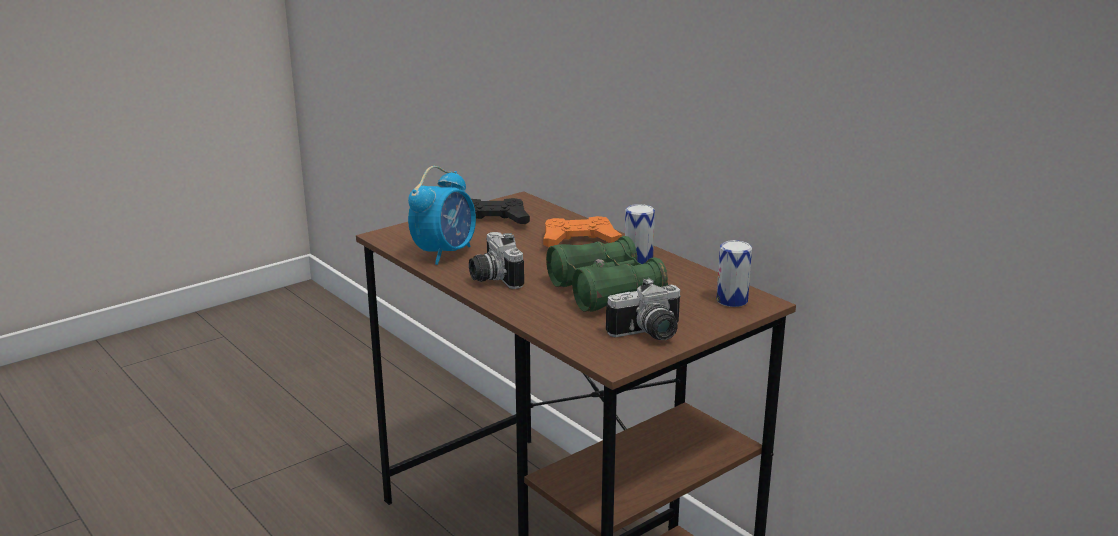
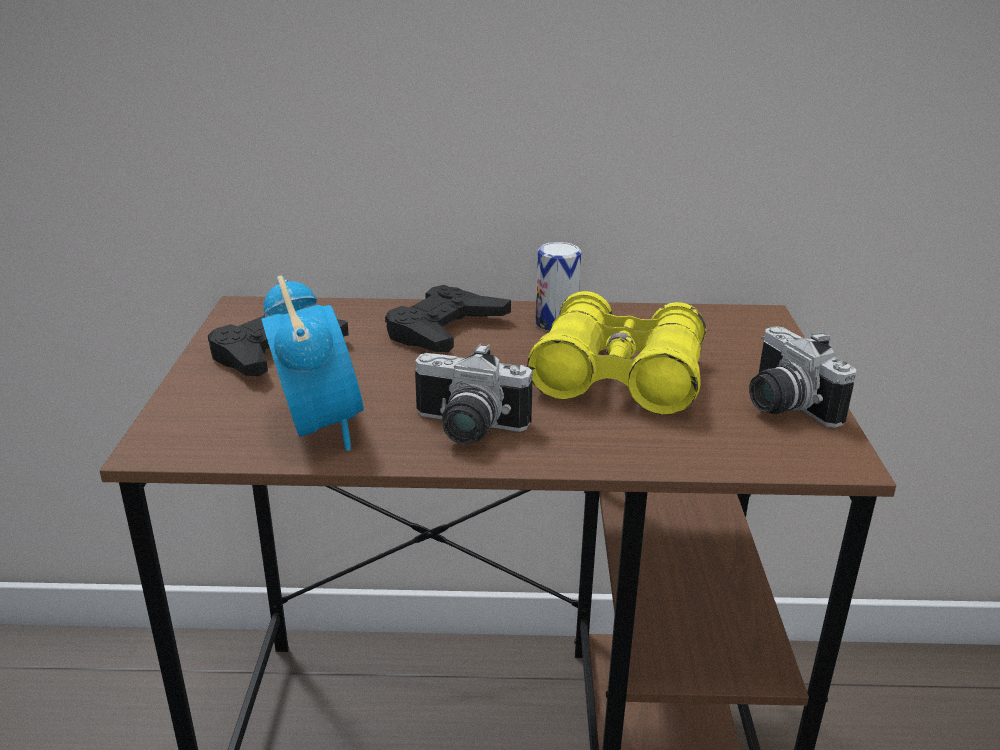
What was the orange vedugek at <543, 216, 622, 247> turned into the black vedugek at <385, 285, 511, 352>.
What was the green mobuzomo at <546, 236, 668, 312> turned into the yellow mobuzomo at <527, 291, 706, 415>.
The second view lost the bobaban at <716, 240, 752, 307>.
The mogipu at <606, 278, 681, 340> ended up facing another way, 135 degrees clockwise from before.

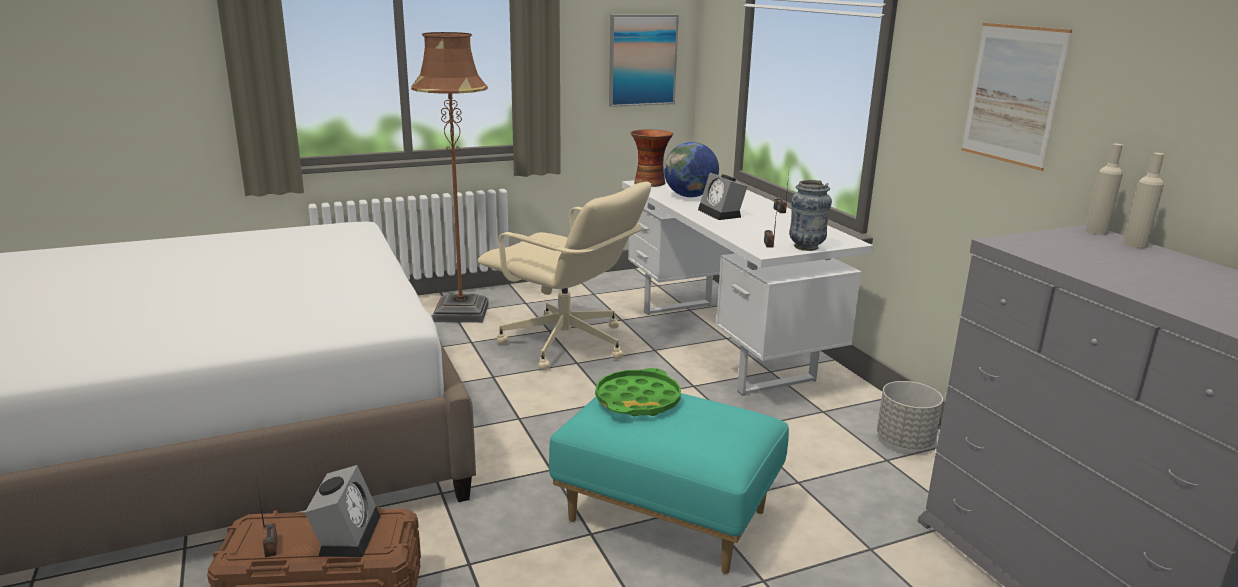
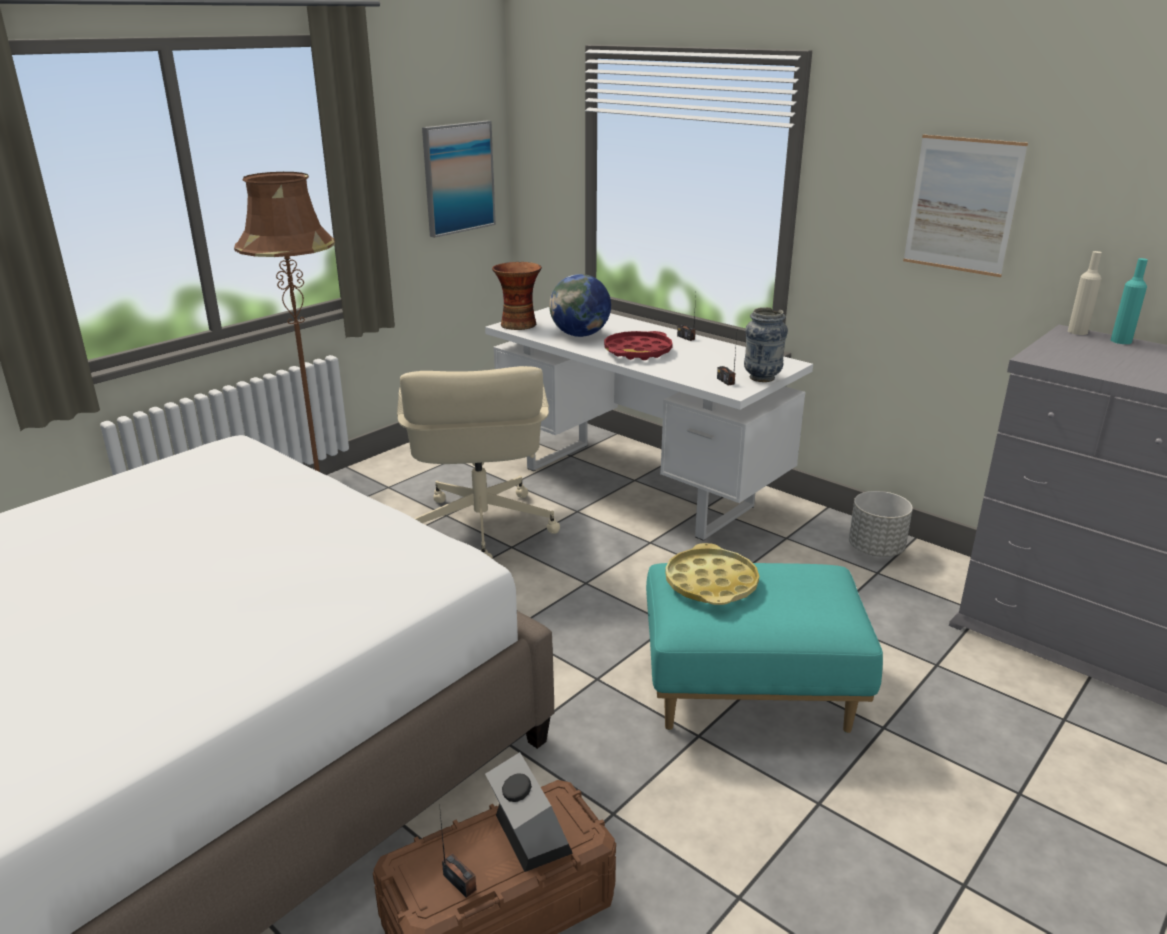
What was the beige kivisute at <1124, 153, 1164, 248> turned into the turquoise kivisute at <1111, 258, 1148, 344>.
Where the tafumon stood at <698, 173, 747, 220>, the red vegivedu came to stand at <604, 331, 673, 360>.
The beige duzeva at <478, 182, 651, 370> ended up facing another way, 75 degrees clockwise from before.
What was the green vegivedu at <595, 368, 681, 416> turned into the yellow vegivedu at <665, 543, 759, 605>.

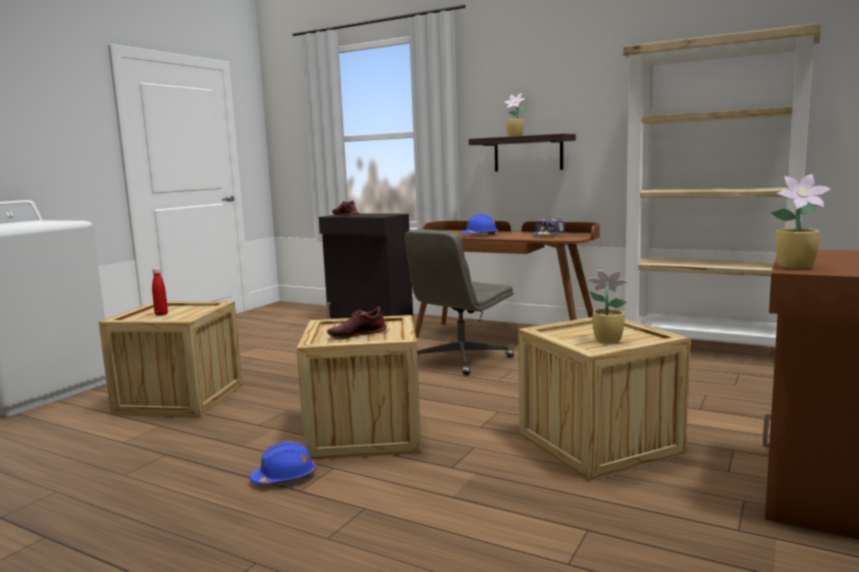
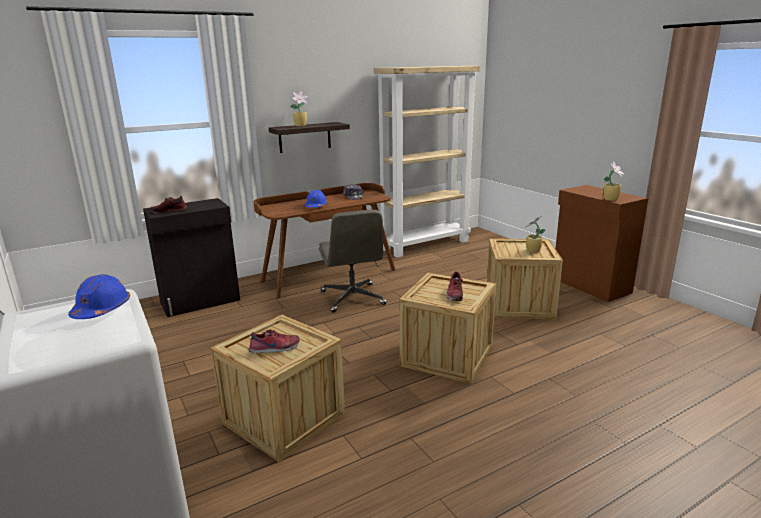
Where the red kivisute stood at <152, 268, 168, 316>, the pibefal came to stand at <248, 330, 300, 354>.
The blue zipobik ended up elsewhere, having gone from <249, 441, 316, 484> to <68, 274, 130, 319>.

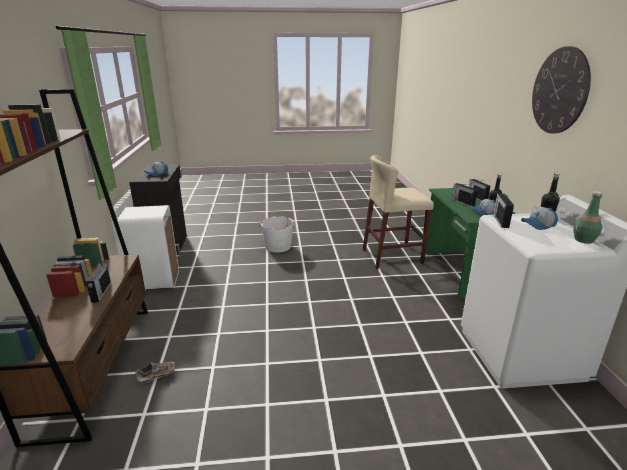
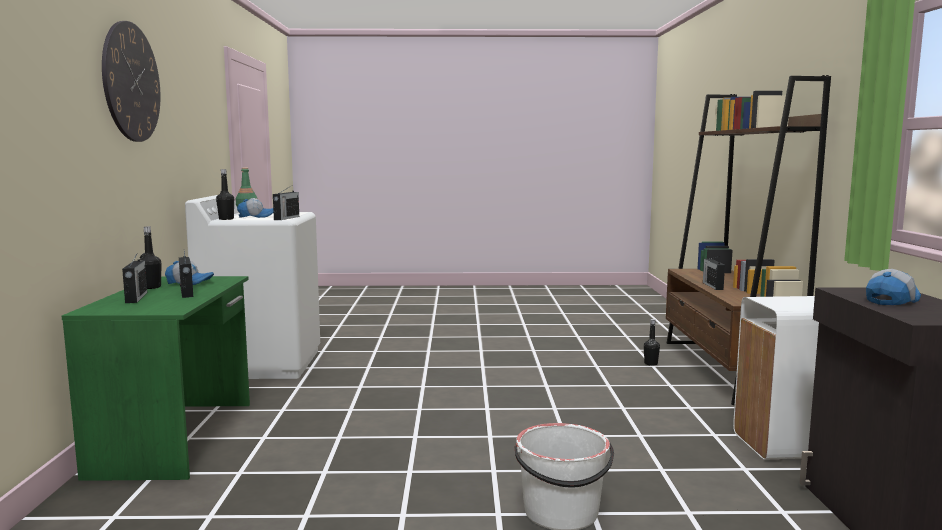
The second view lost the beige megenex at <363, 155, 434, 269>.
Where the pibefal stood at <135, 362, 176, 383>, the black kivisute came to stand at <644, 319, 660, 366>.

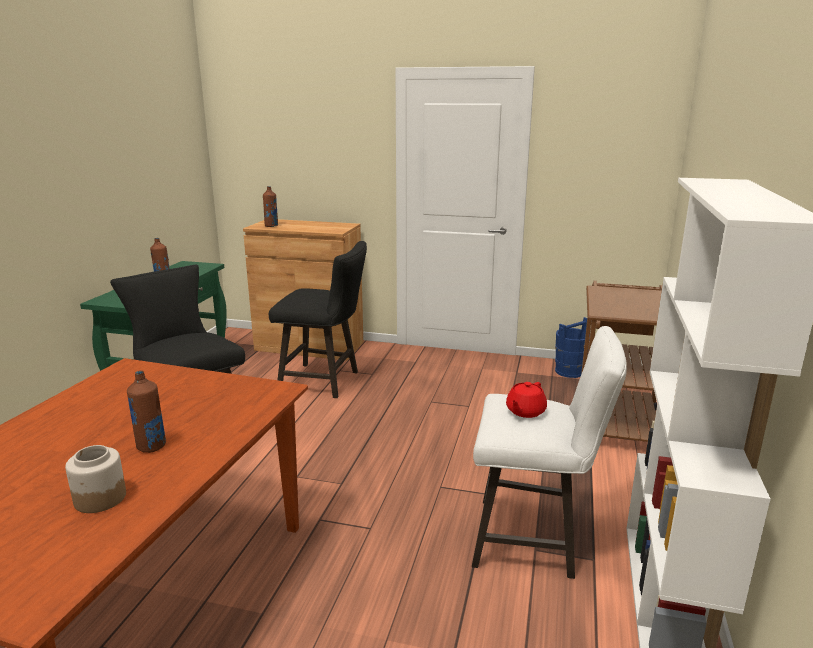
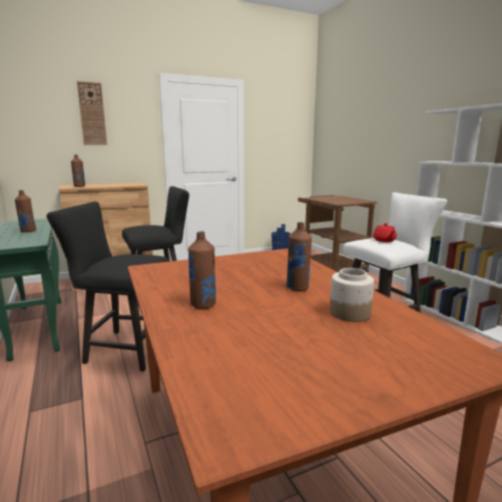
The second view gained the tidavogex at <77, 81, 107, 145>.
The second view gained the brown kivisute at <188, 231, 216, 309>.

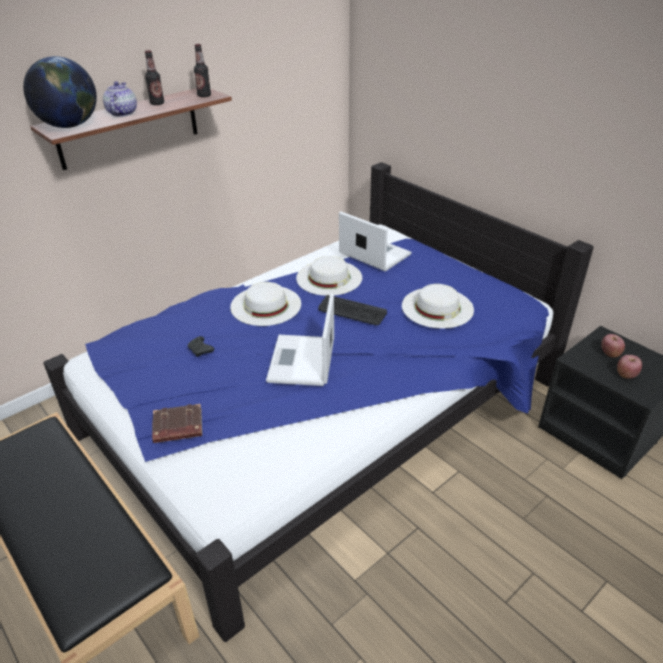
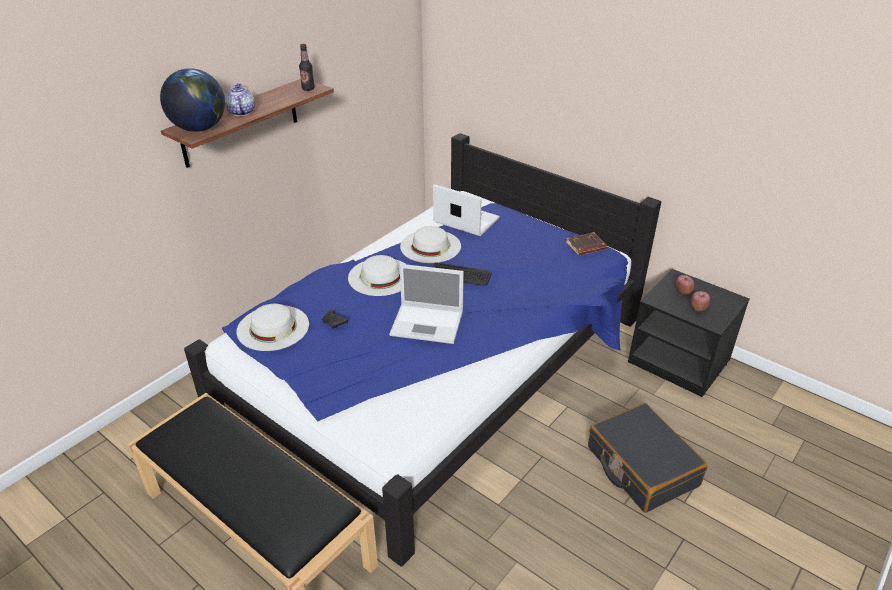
The second view lost the kivisute at <145, 50, 164, 105>.
The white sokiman ended up elsewhere, having gone from <402, 284, 474, 329> to <237, 304, 309, 351>.
The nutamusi at <266, 293, 334, 386> ended up facing another way, 75 degrees counterclockwise from before.
The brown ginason ended up elsewhere, having gone from <152, 404, 202, 443> to <566, 232, 607, 256>.
The second view gained the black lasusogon at <588, 403, 708, 513>.

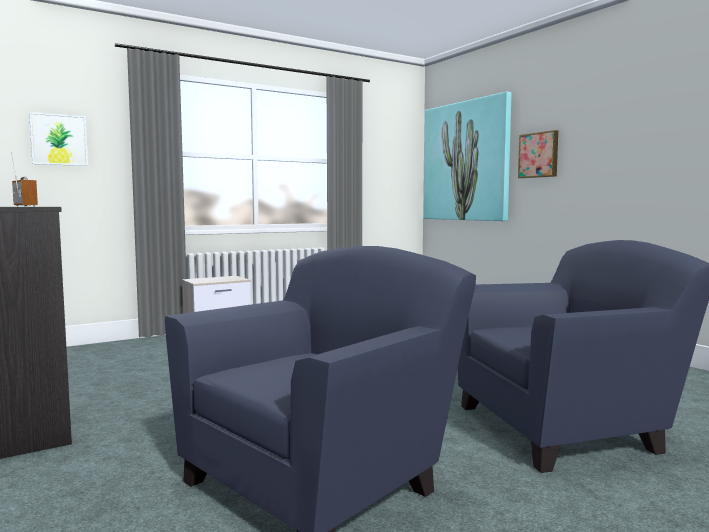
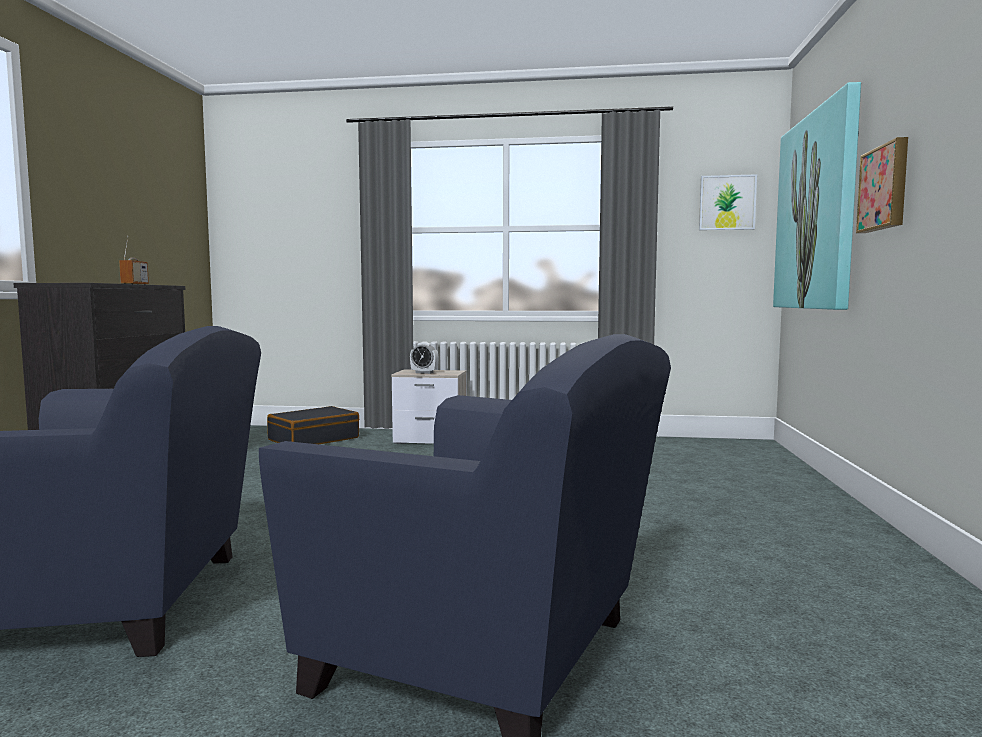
The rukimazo ended up elsewhere, having gone from <29, 112, 88, 166> to <699, 174, 757, 230>.
The second view gained the tafumon at <410, 342, 439, 374>.
The second view gained the black lasusogon at <267, 406, 359, 444>.

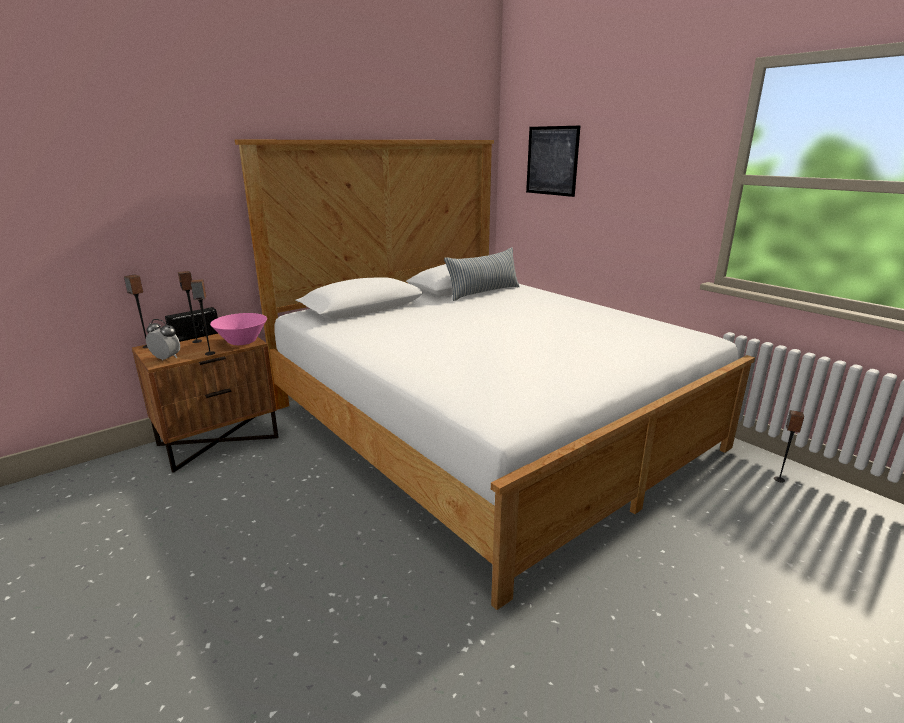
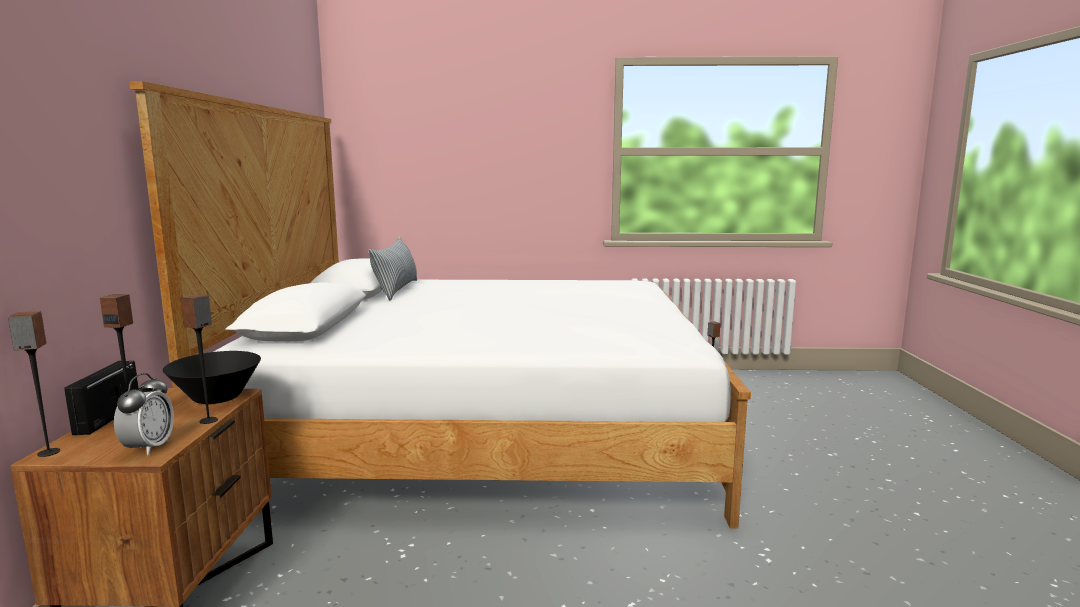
The second view lost the rukimazo at <526, 126, 580, 197>.
What was the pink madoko at <210, 313, 267, 345> turned into the black madoko at <163, 351, 261, 404>.
The tafumon at <146, 319, 180, 360> ended up facing another way, 120 degrees clockwise from before.

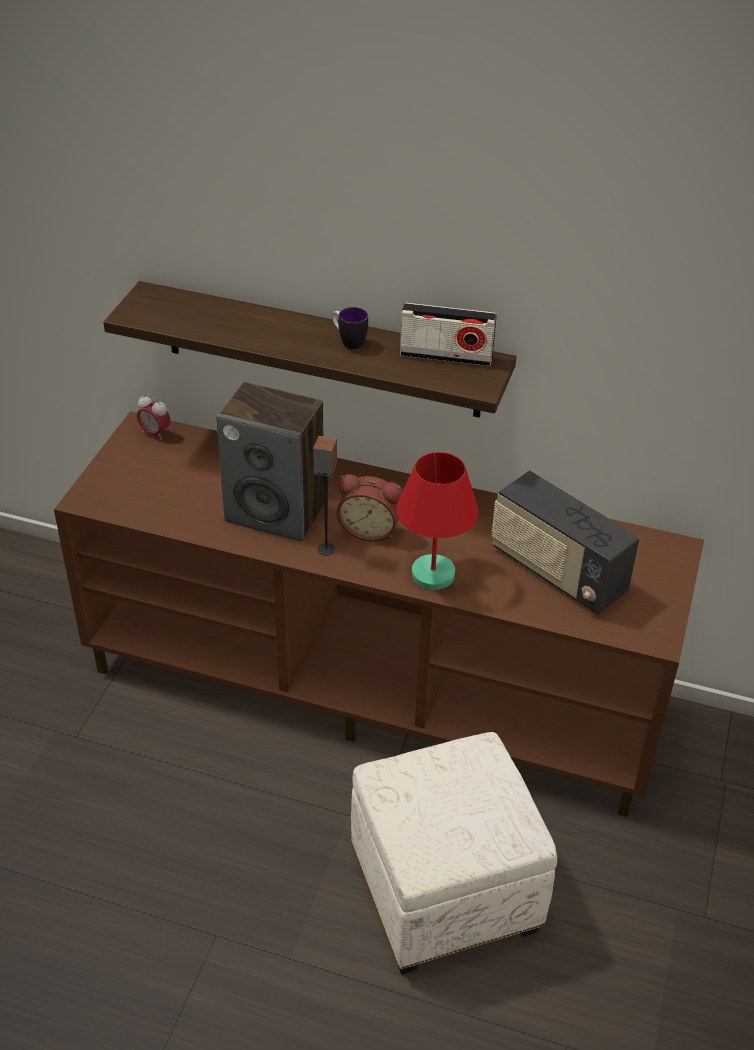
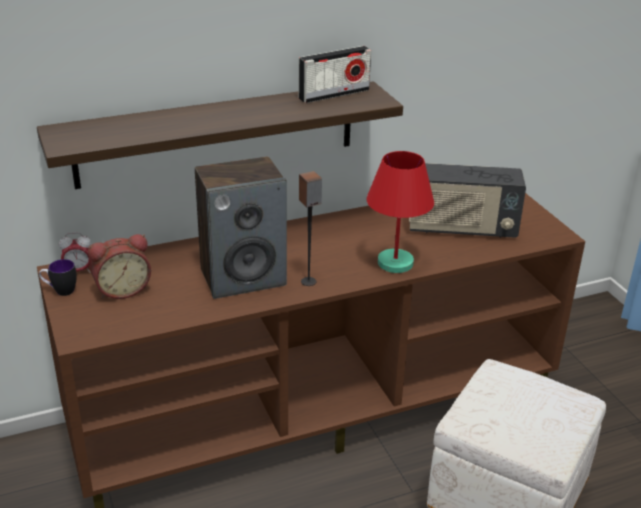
The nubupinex ended up elsewhere, having gone from <332, 307, 368, 349> to <39, 259, 77, 296>.
The tafumon ended up elsewhere, having gone from <337, 474, 402, 542> to <88, 234, 151, 299>.

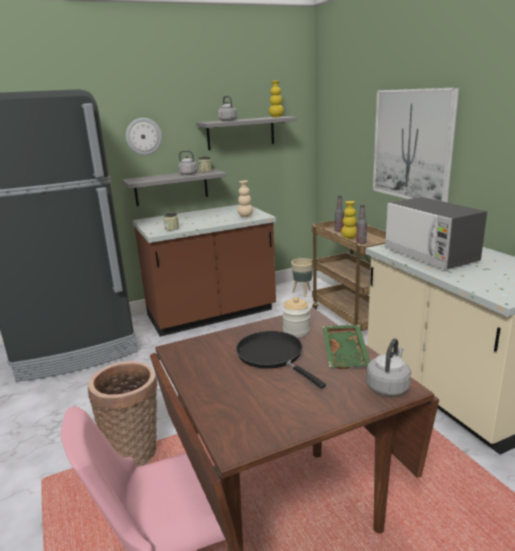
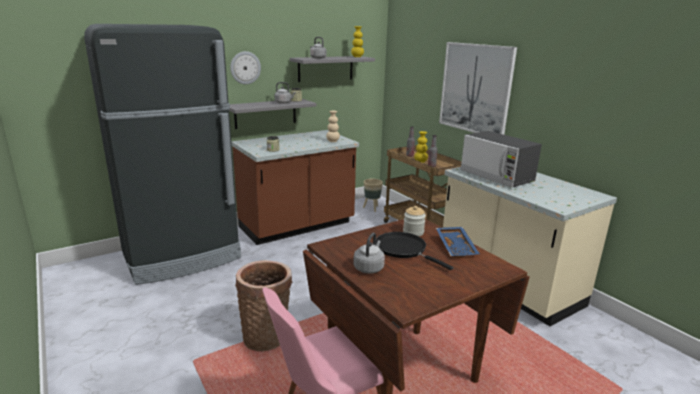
What was the green vegivedu at <322, 325, 370, 369> turned into the blue vegivedu at <436, 227, 480, 258>.
The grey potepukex ended up elsewhere, having gone from <366, 338, 411, 396> to <353, 233, 385, 274>.

